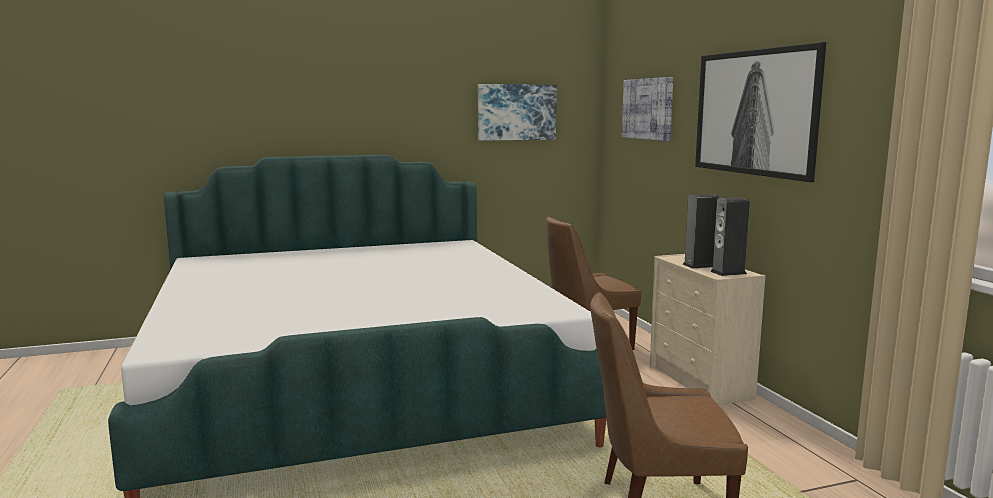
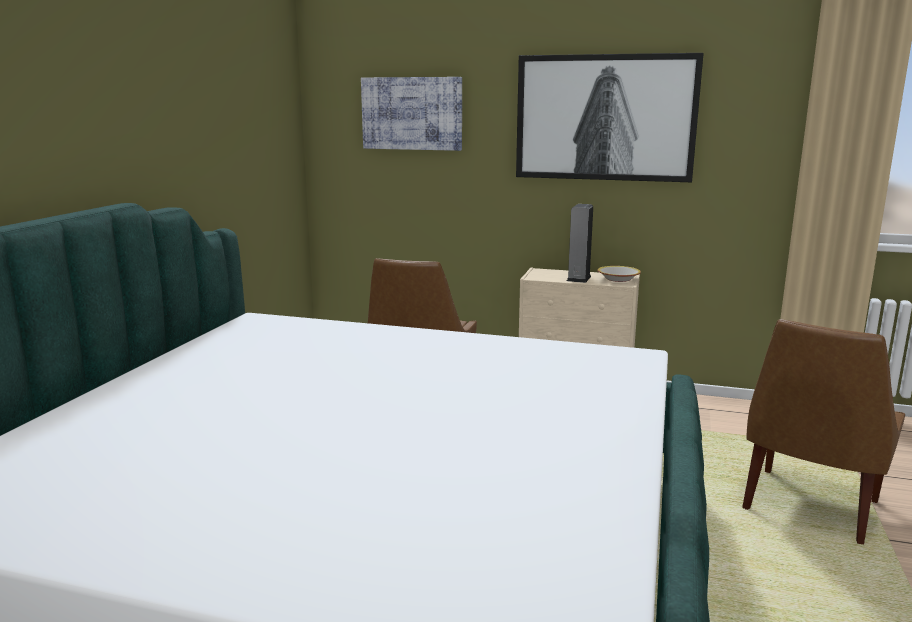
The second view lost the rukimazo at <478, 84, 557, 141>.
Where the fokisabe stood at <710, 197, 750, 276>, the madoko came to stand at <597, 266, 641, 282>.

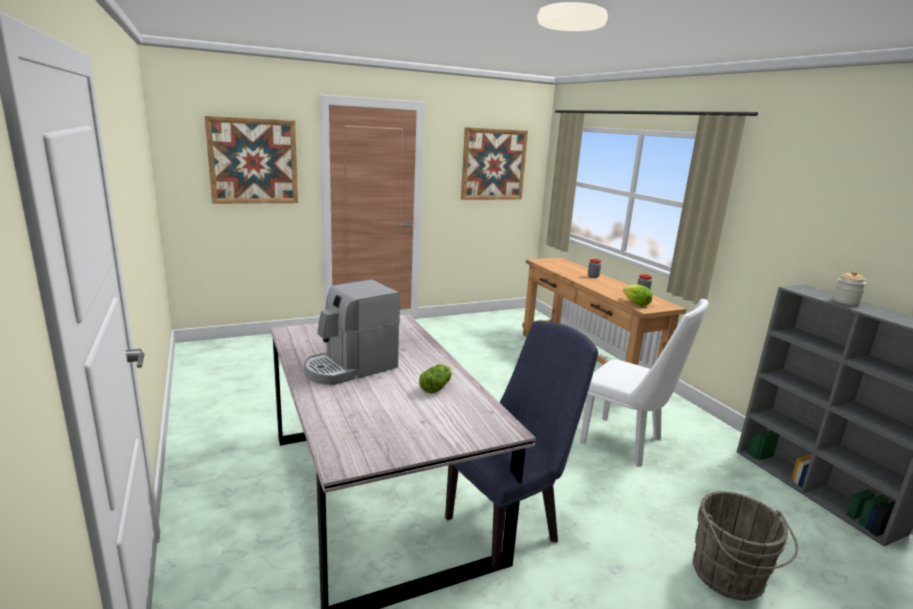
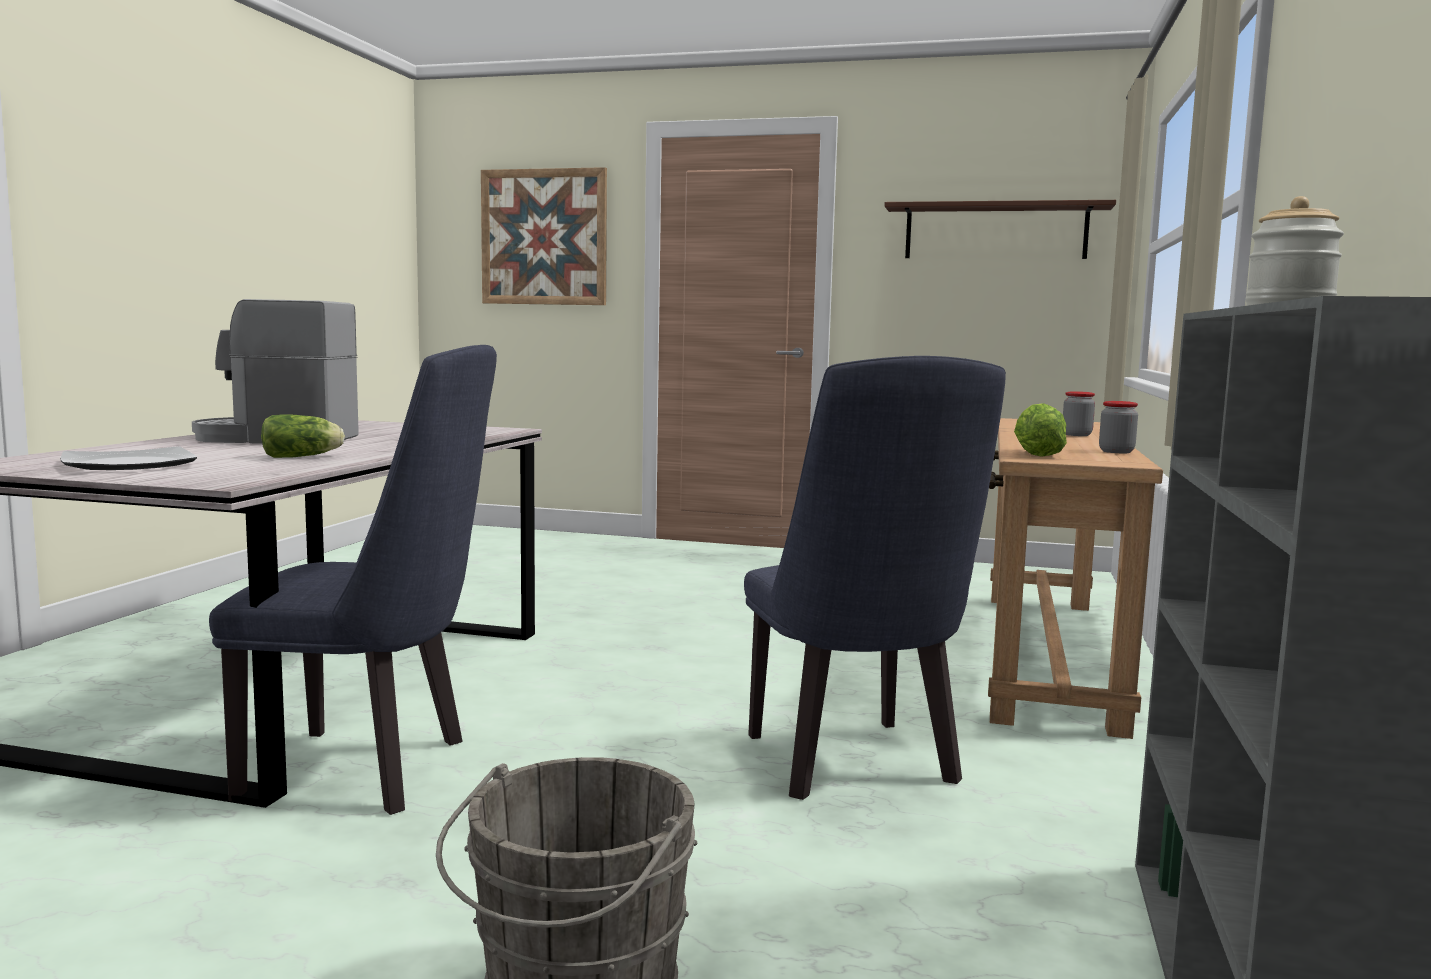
Where the rukimazo hung at <461, 127, 528, 200>, the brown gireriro came to hang at <884, 200, 1116, 259>.
What was the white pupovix at <580, 299, 708, 467> turned into the blue pupovix at <744, 356, 1006, 800>.
The second view gained the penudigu at <60, 446, 197, 470>.

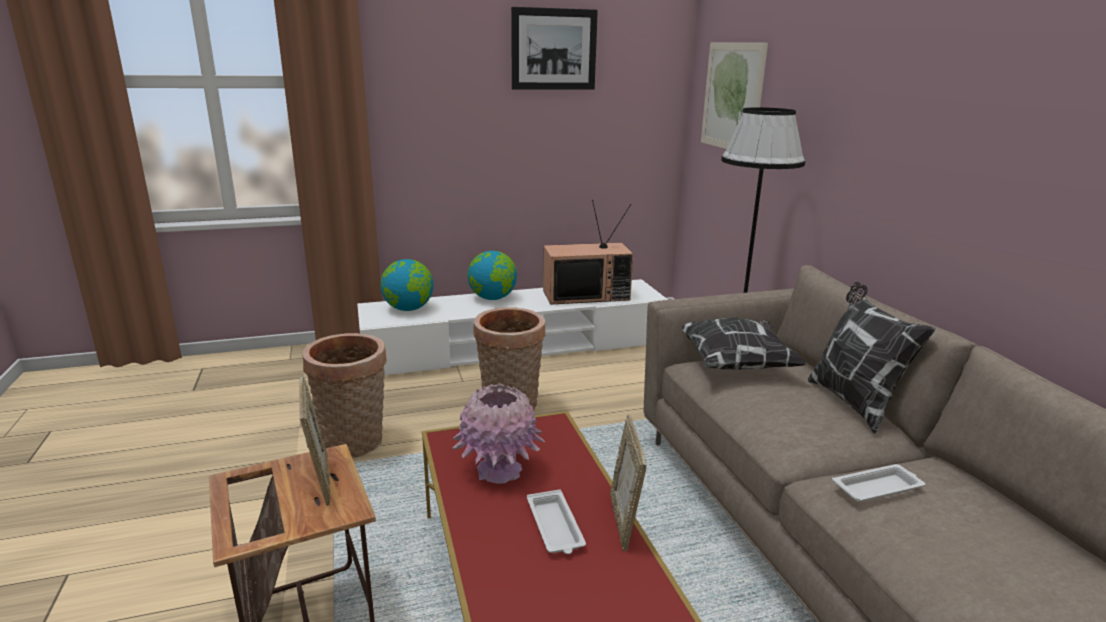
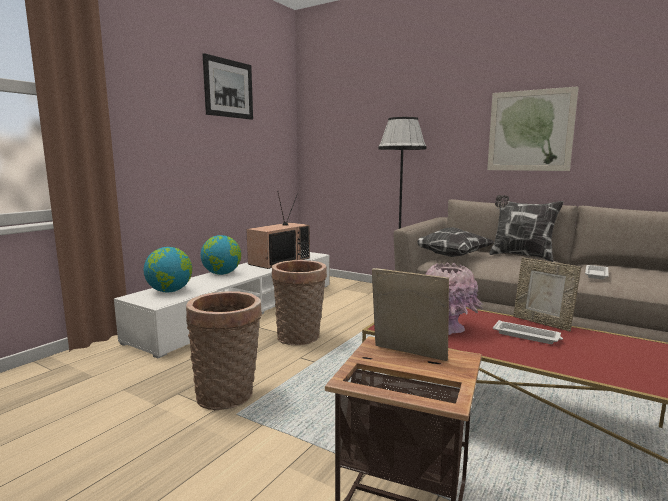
The rukimazo ended up elsewhere, having gone from <701, 42, 768, 149> to <487, 86, 579, 171>.

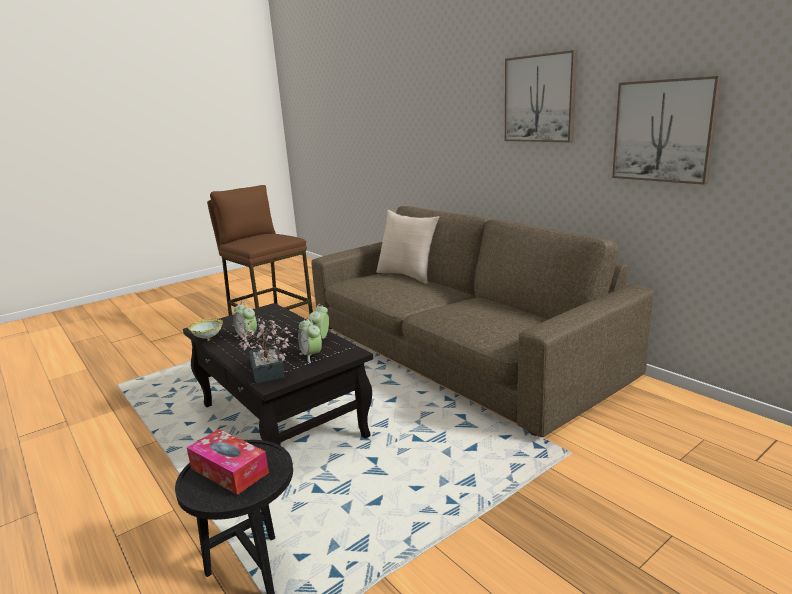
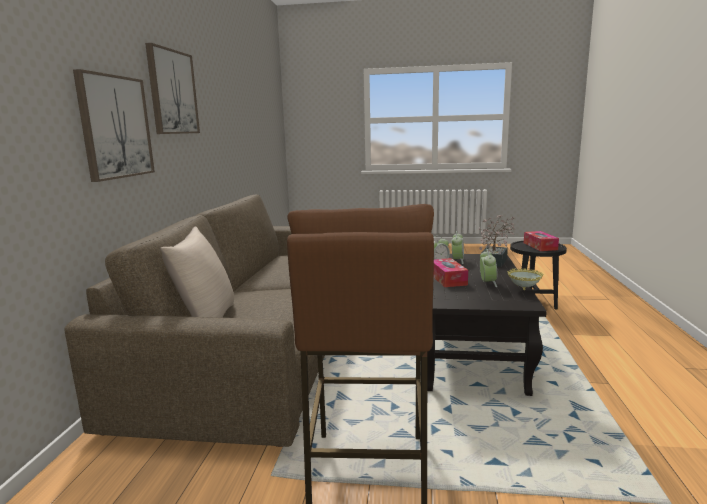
The rukimazo ended up elsewhere, having gone from <612, 76, 722, 185> to <73, 69, 155, 182>.
The second view gained the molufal at <434, 258, 468, 287>.

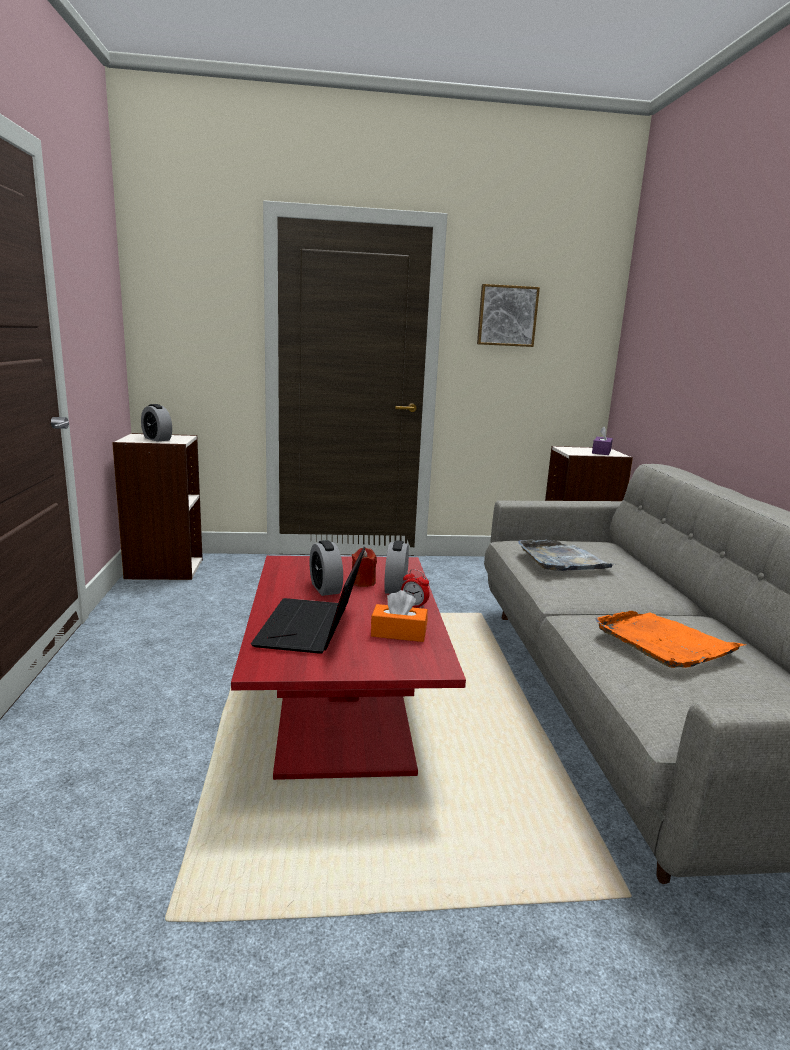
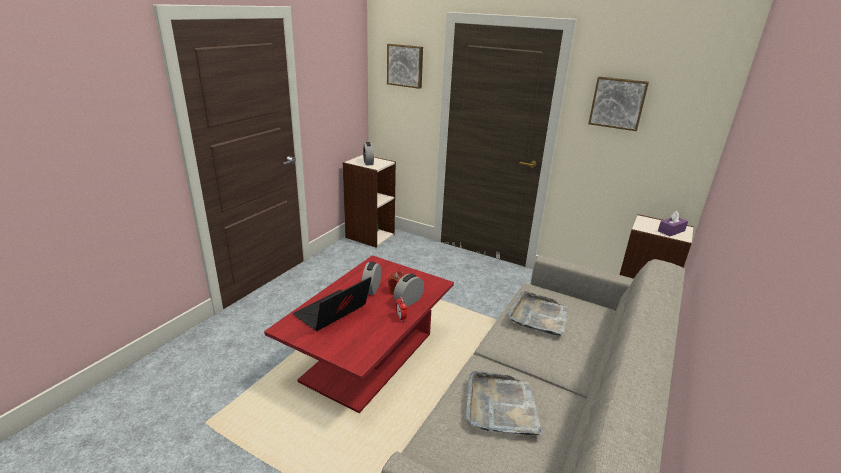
The second view lost the orange molufal at <371, 590, 428, 642>.
What was the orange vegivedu at <595, 611, 745, 668> turned into the grey vegivedu at <466, 371, 544, 435>.
The second view gained the rukimazo at <387, 44, 423, 89>.

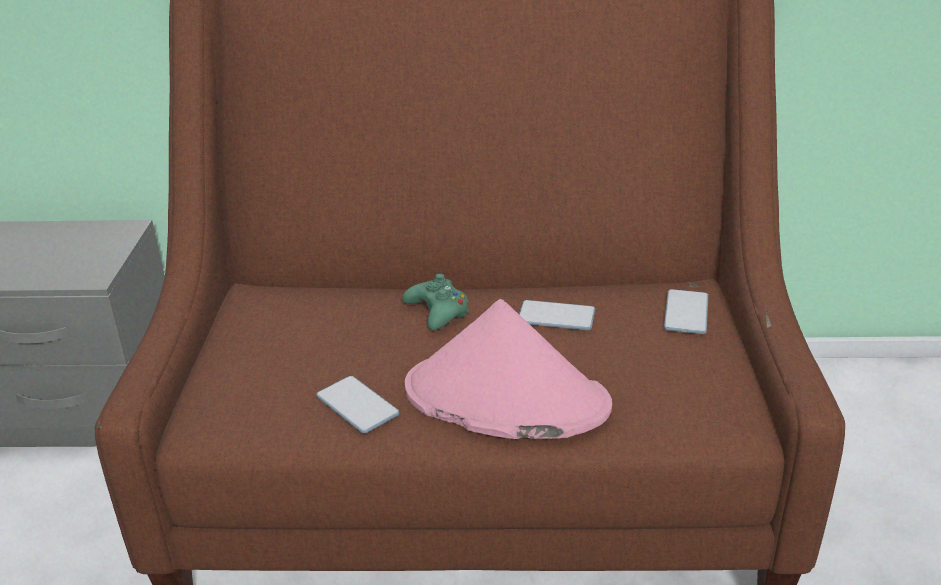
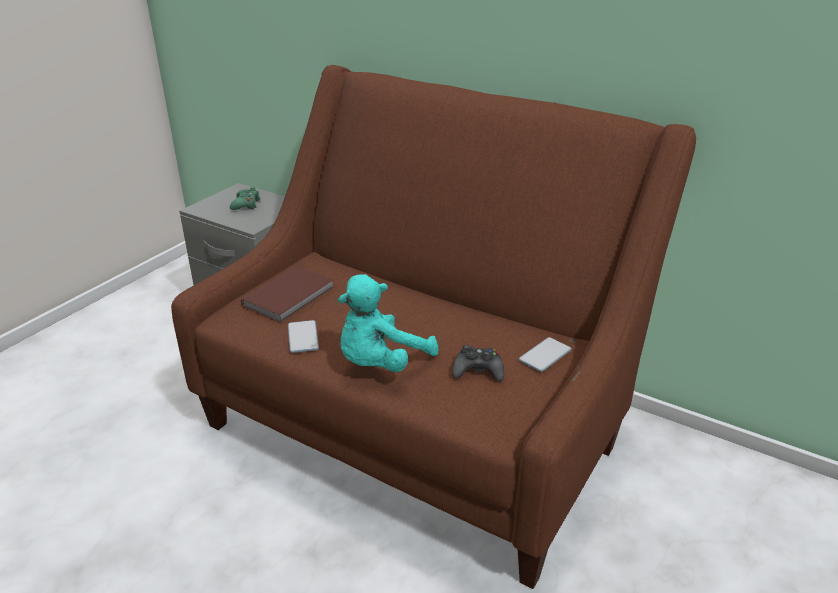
The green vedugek ended up elsewhere, having gone from <403, 274, 469, 330> to <230, 187, 261, 210>.
Where the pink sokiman stood at <405, 299, 612, 439>, the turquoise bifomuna came to stand at <338, 274, 438, 372>.
The second view lost the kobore at <519, 300, 595, 330>.
The second view gained the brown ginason at <241, 266, 334, 323>.
The second view gained the black vedugek at <452, 345, 504, 381>.

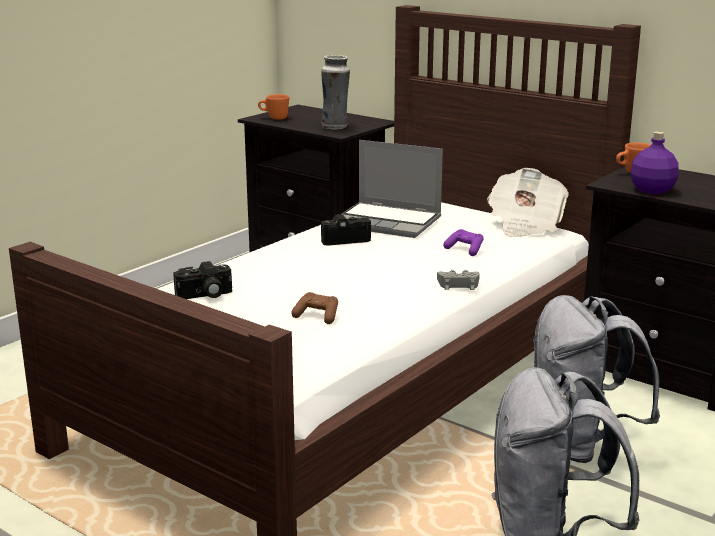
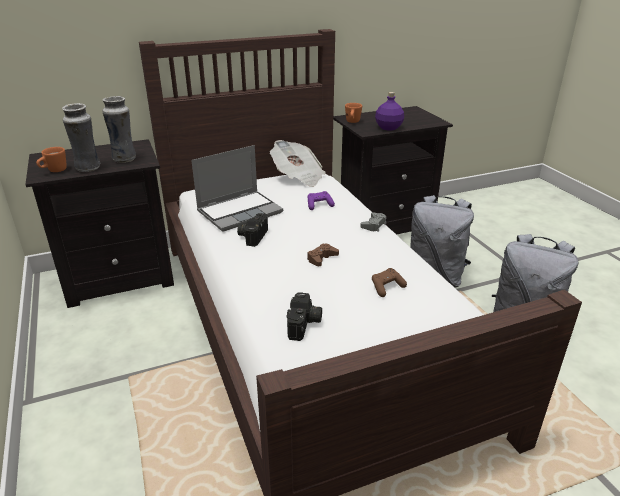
The second view gained the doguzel at <62, 103, 100, 172>.
The second view gained the brown vedugek at <307, 244, 339, 266>.

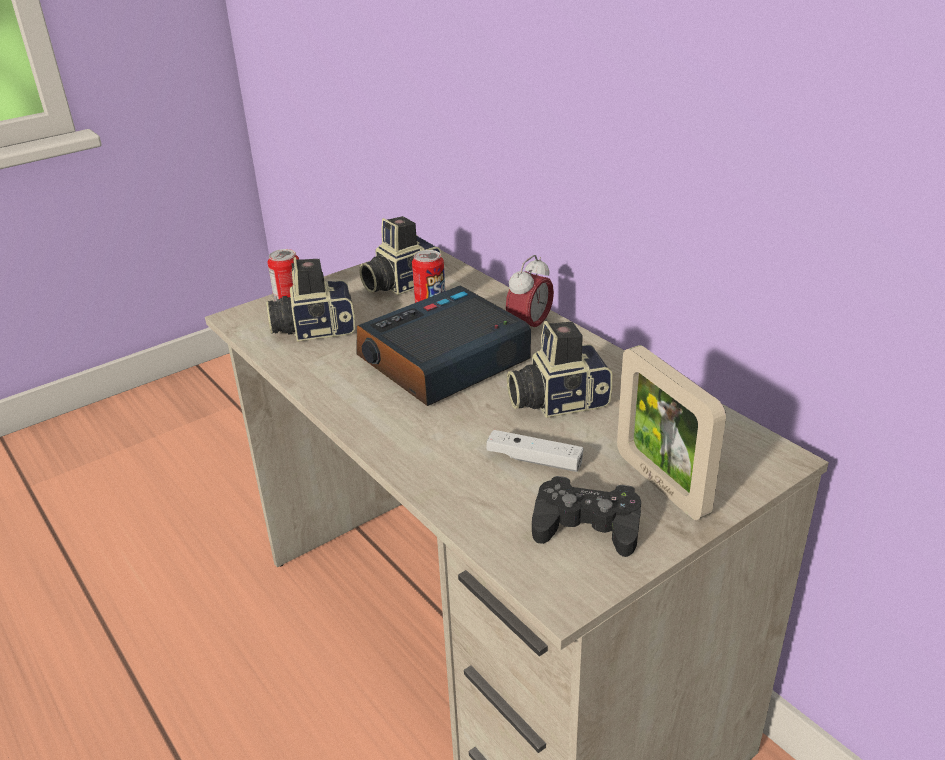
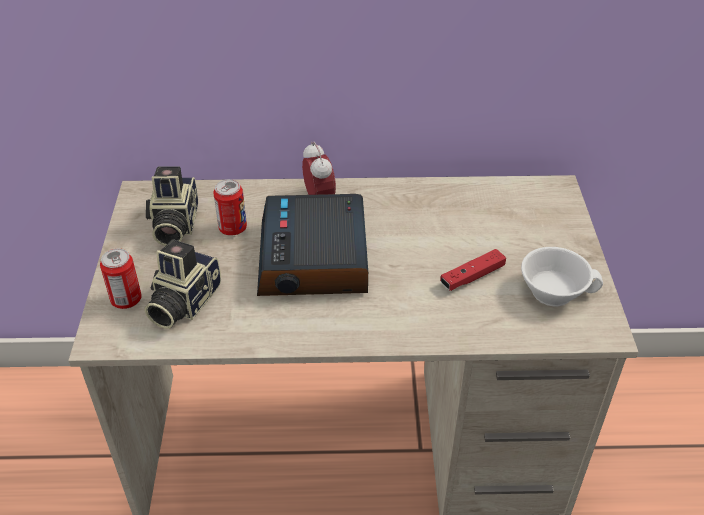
The second view lost the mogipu at <507, 321, 612, 418>.
The second view lost the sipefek at <617, 345, 726, 520>.
What was the white vedugek at <487, 430, 583, 472> turned into the red vedugek at <440, 249, 506, 291>.
Where the black vedugek stood at <532, 476, 641, 557>, the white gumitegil came to stand at <521, 247, 603, 306>.

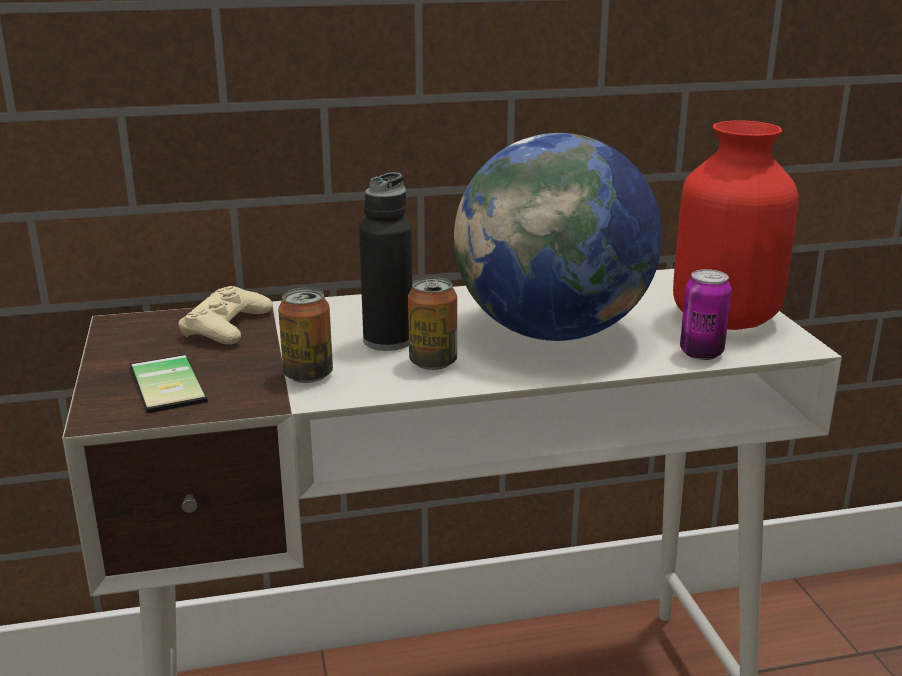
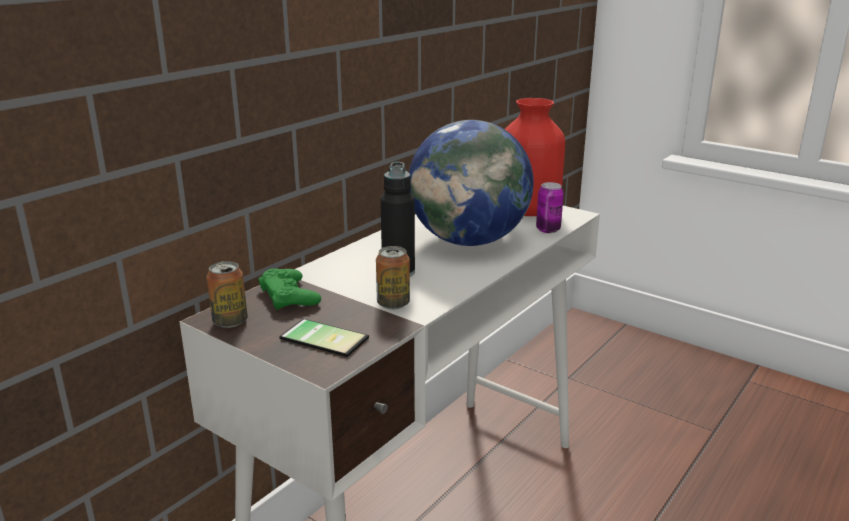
The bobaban ended up elsewhere, having gone from <408, 277, 457, 370> to <206, 261, 248, 328>.
What was the beige vedugek at <178, 286, 273, 344> turned into the green vedugek at <258, 268, 321, 310>.

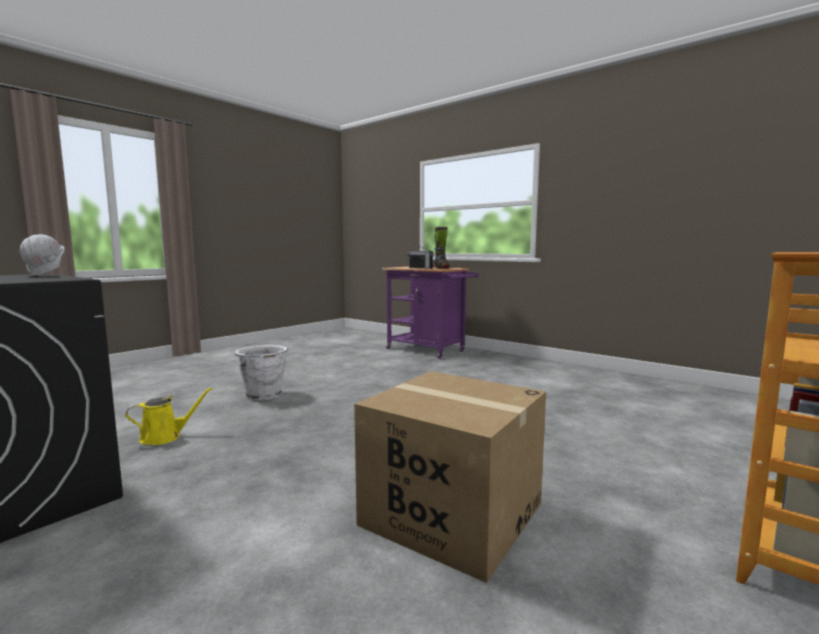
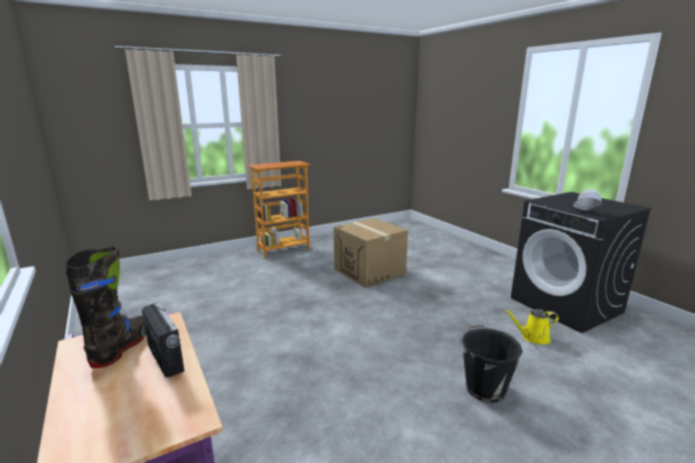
What was the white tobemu at <235, 345, 290, 401> turned into the black tobemu at <460, 325, 523, 403>.

